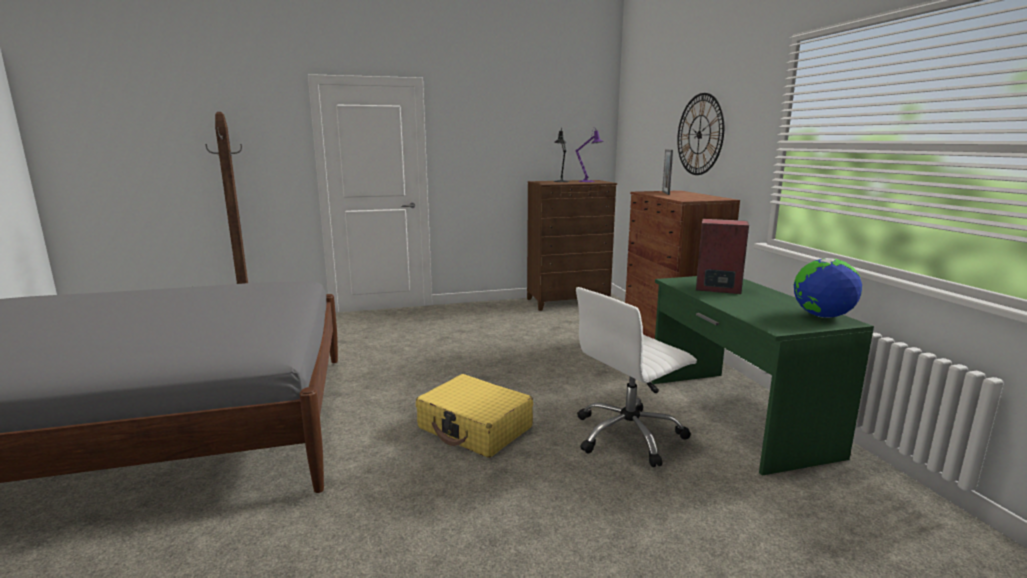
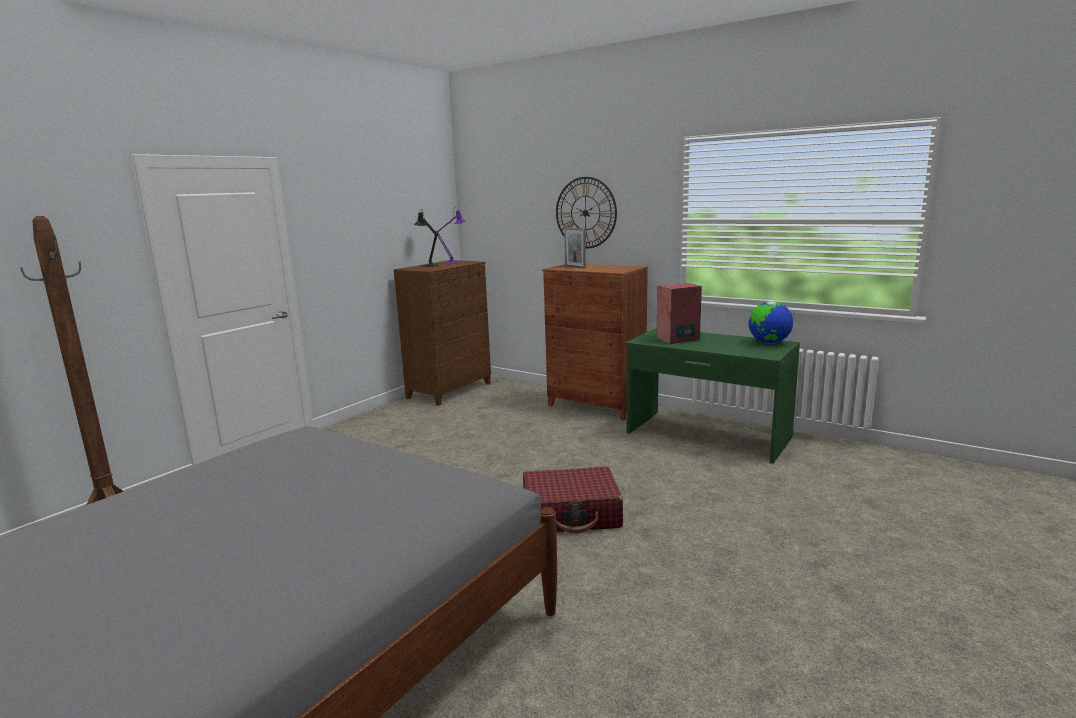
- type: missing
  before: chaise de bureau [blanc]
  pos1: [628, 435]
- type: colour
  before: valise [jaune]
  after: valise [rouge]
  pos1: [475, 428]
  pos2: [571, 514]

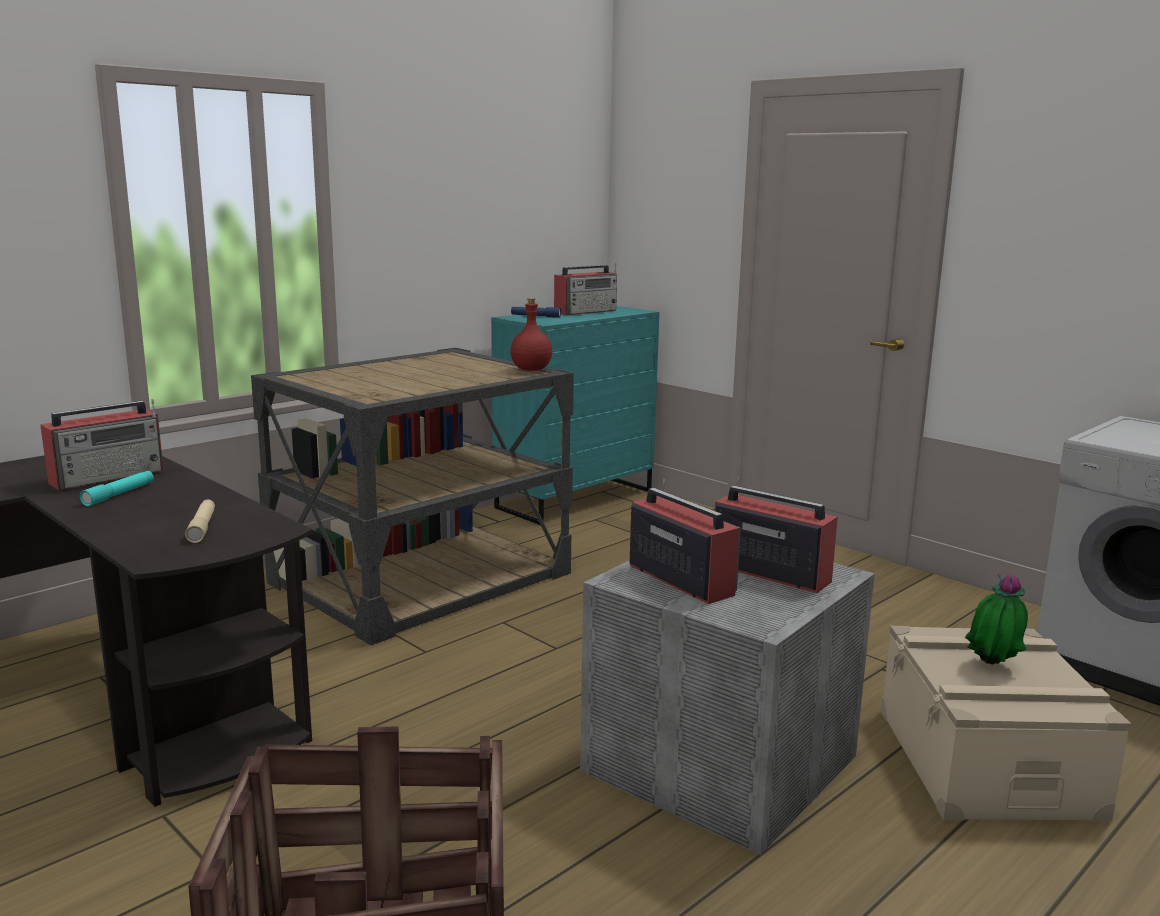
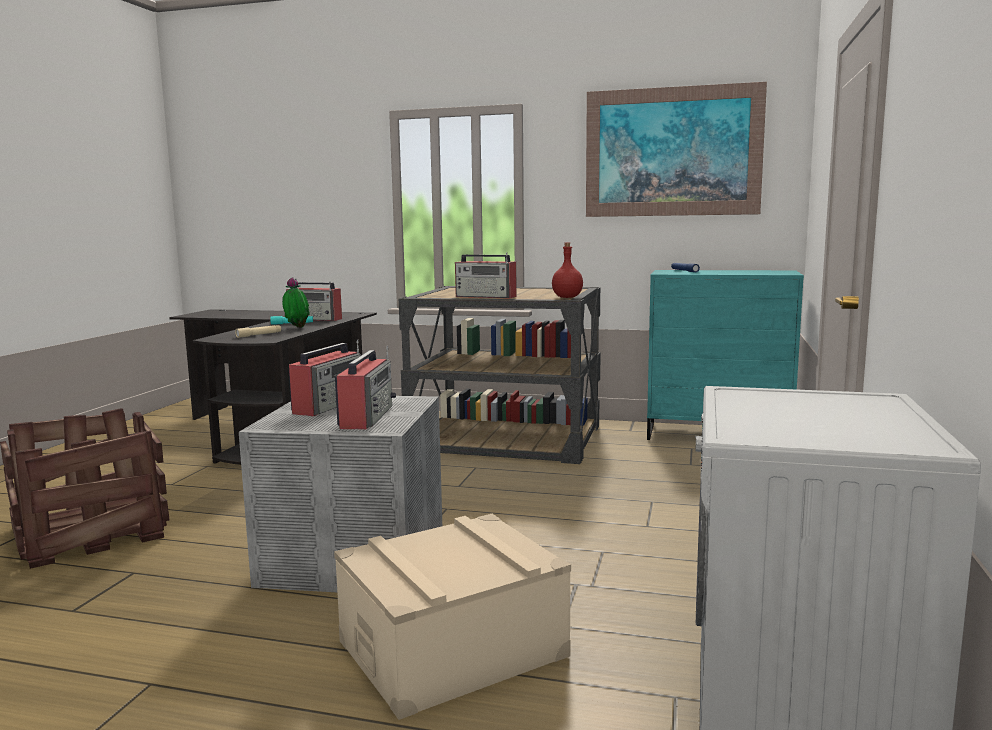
- type: appeared
  after: tableau
  pos2: [672, 152]
- type: relocated
  before: radio
  pos1: [586, 312]
  pos2: [486, 297]
- type: relocated
  before: plante en pot
  pos1: [992, 666]
  pos2: [296, 328]

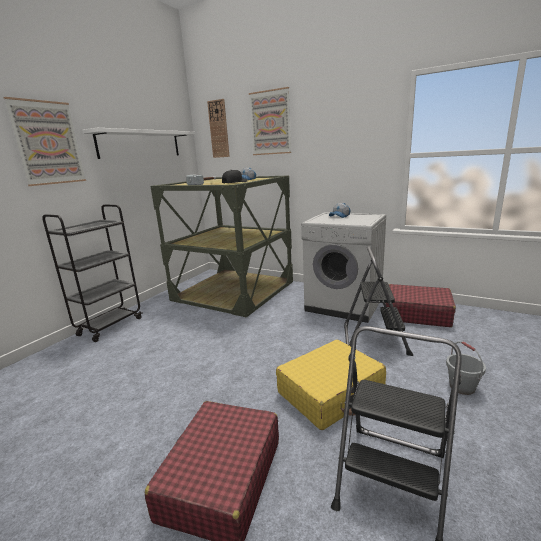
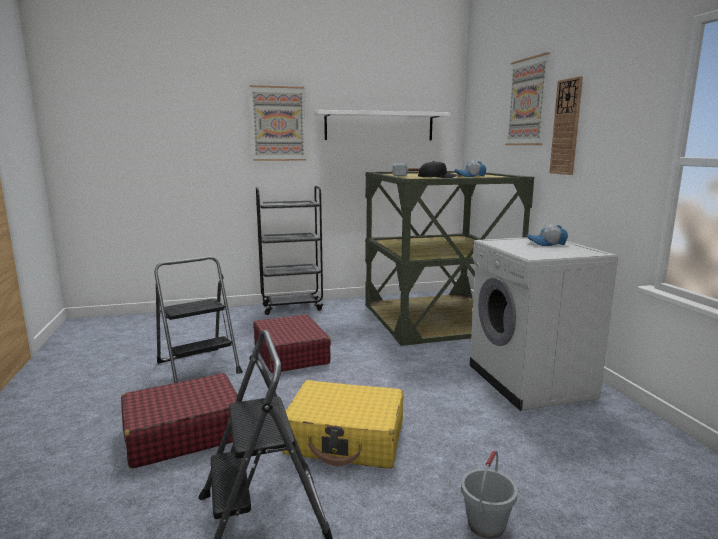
- type: relocated
  before: horloge murale
  pos1: [219, 129]
  pos2: [566, 127]
- type: relocated
  before: escabeau [noir]
  pos1: [372, 338]
  pos2: [198, 366]
- type: relocated
  before: valise [rouge]
  pos1: [416, 314]
  pos2: [291, 354]

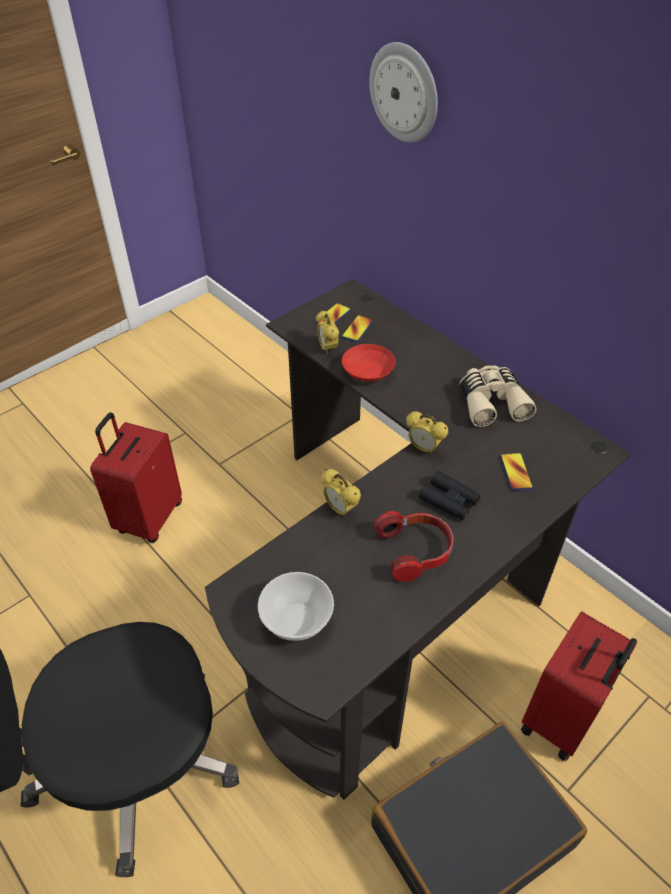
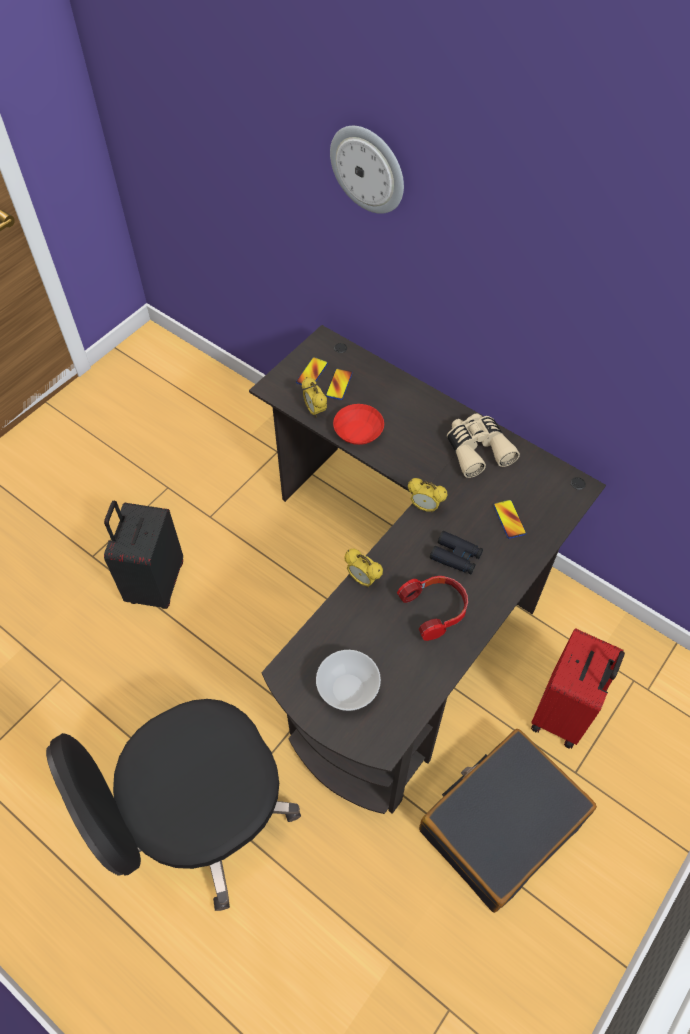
- type: colour
  before: valise [rouge]
  after: valise [noir]
  pos1: [148, 517]
  pos2: [155, 583]

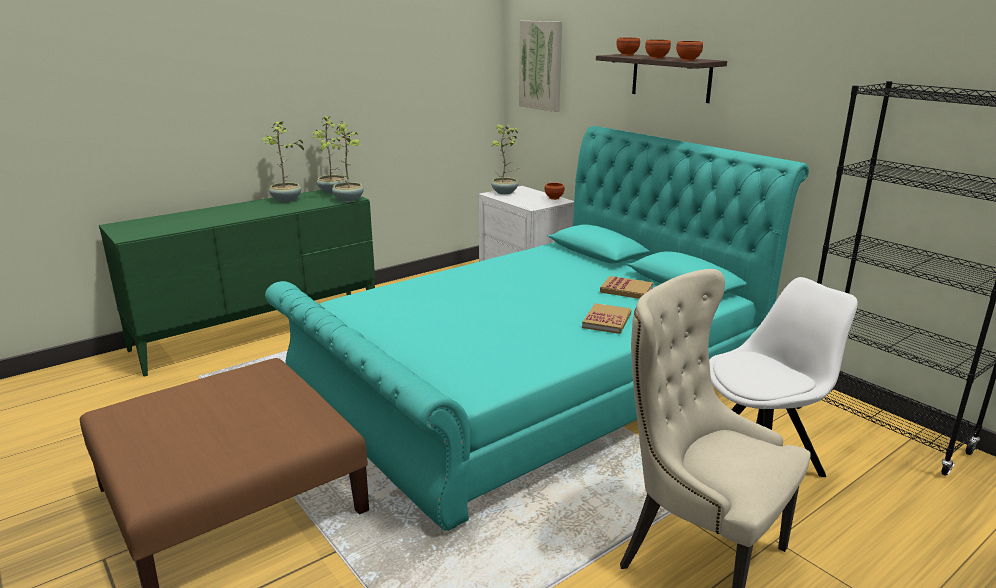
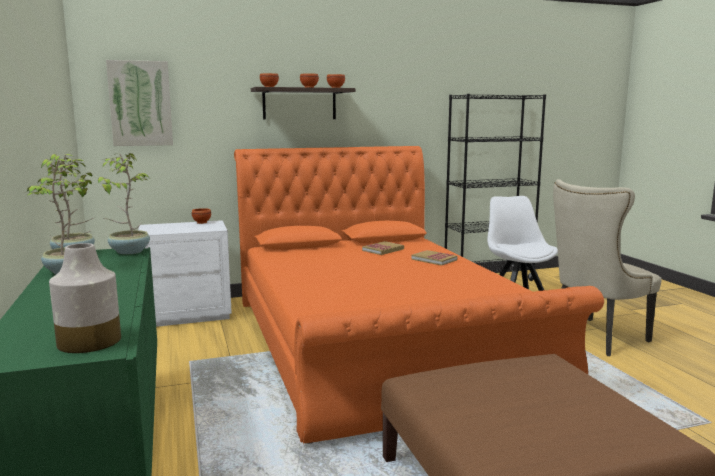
- type: missing
  before: plante en pot
  pos1: [505, 192]
- type: appeared
  after: vase [beige]
  pos2: [89, 341]
- type: colour
  before: lit [turquoise]
  after: lit [orange]
  pos1: [533, 380]
  pos2: [377, 341]

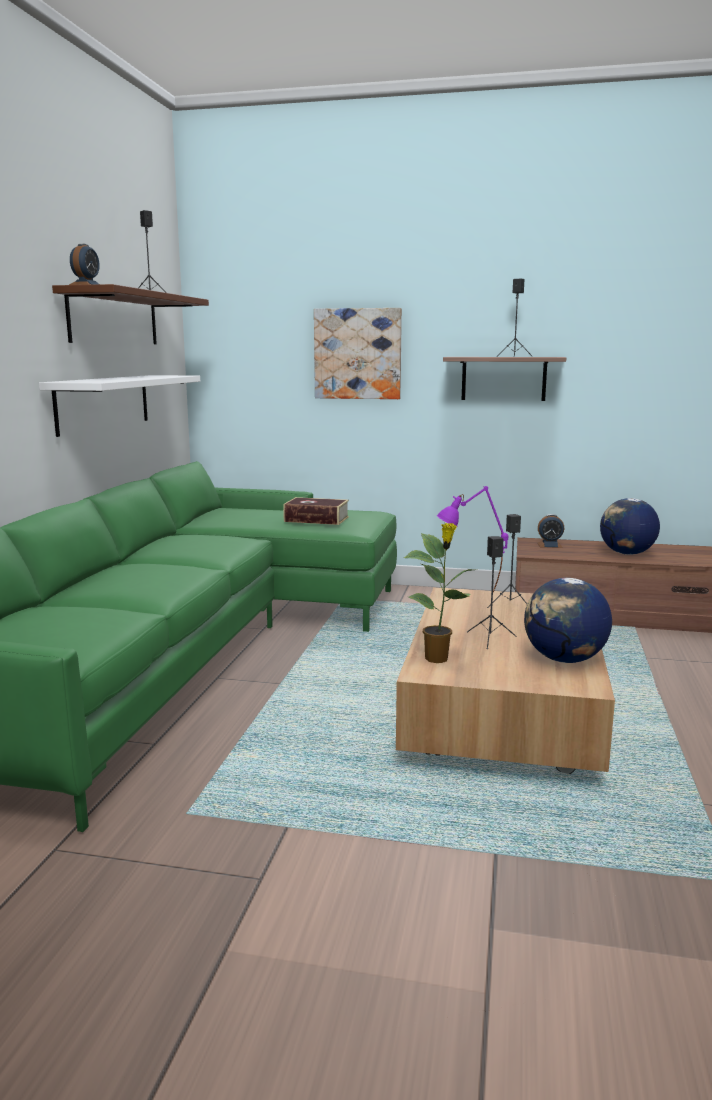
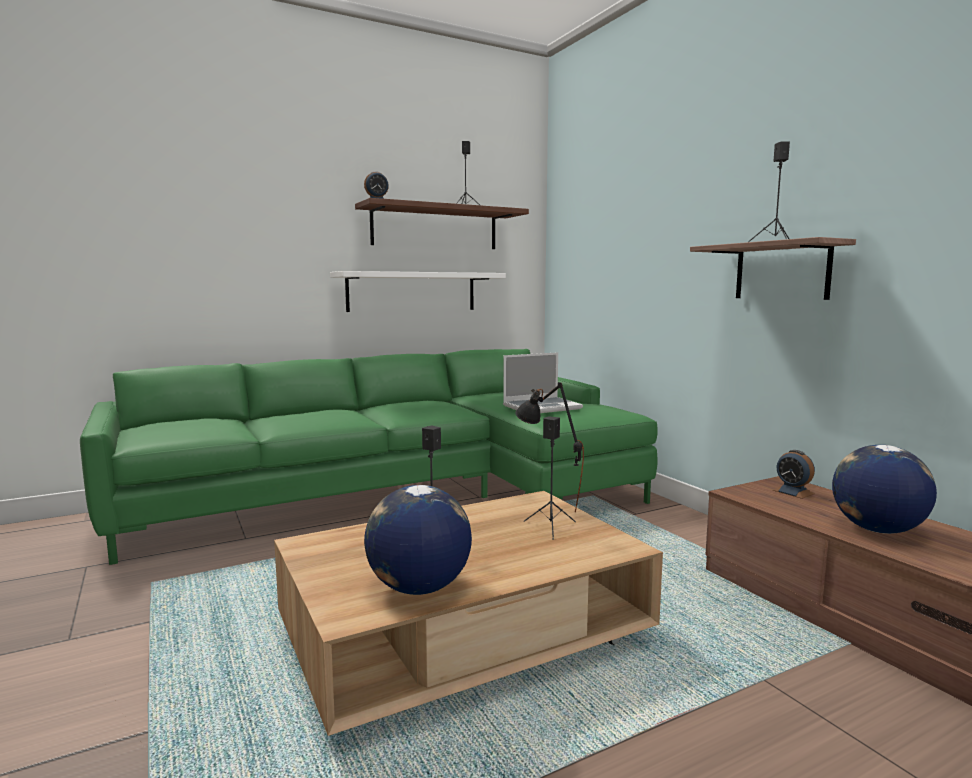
- type: missing
  before: tableau
  pos1: [358, 354]
- type: missing
  before: plante en pot
  pos1: [438, 659]
- type: exchanged
  before: livre
  after: ordinateur portable
  pos1: [316, 519]
  pos2: [542, 407]
- type: colour
  before: lampe de table [violet]
  after: lampe de table [noir]
  pos1: [470, 595]
  pos2: [547, 507]

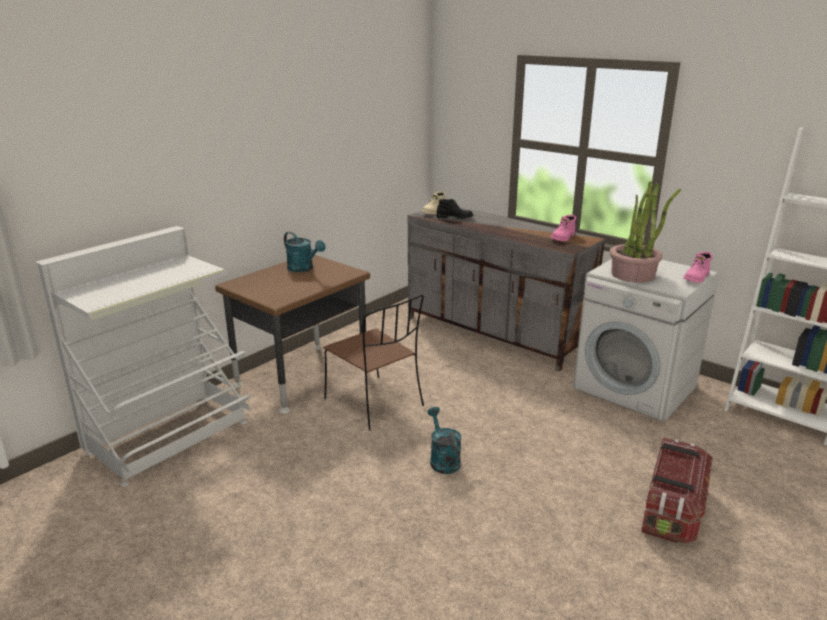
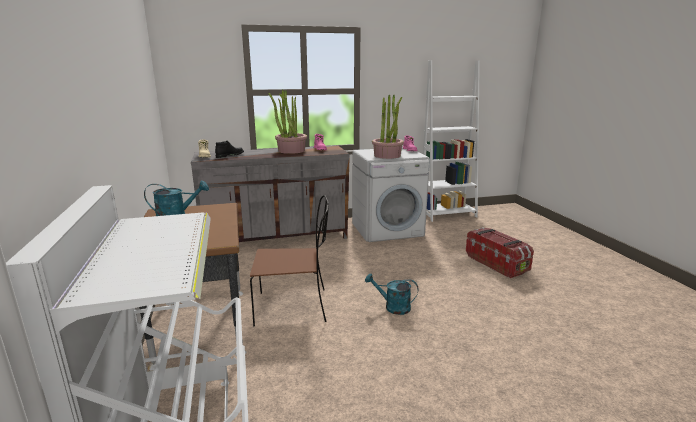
- type: appeared
  after: plante en pot
  pos2: [291, 151]

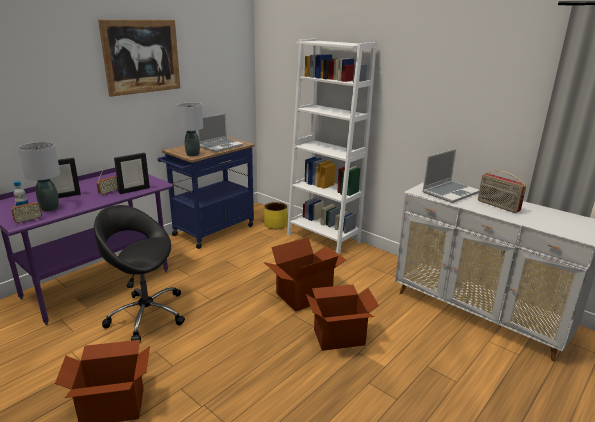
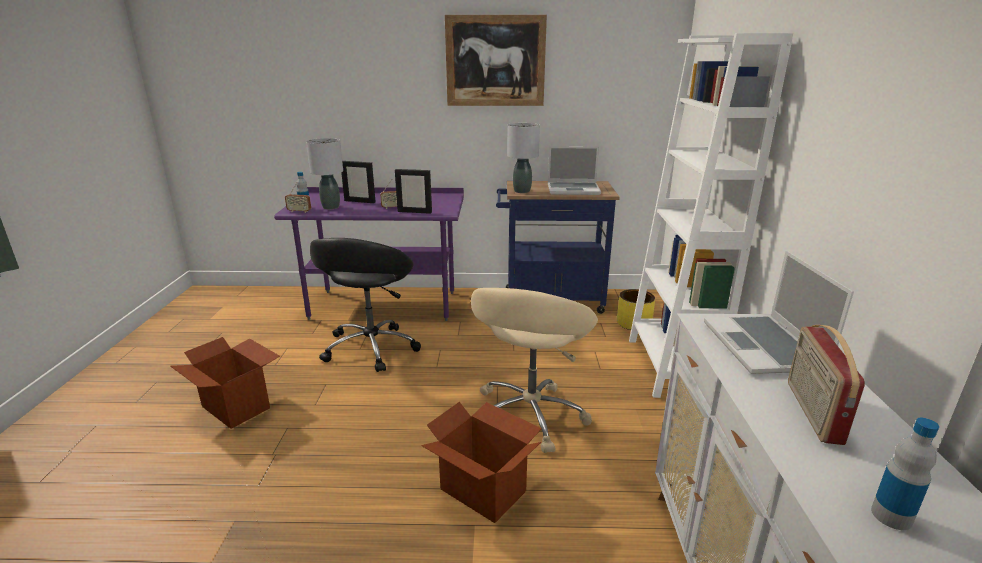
- type: appeared
  after: bouteille
  pos2: [891, 516]
- type: exchanged
  before: carton
  after: chaise de bureau [beige]
  pos1: [303, 295]
  pos2: [528, 417]
- type: spun
  before: chaise de bureau [noir]
  pos1: [146, 315]
  pos2: [370, 349]
  turn: -135
- type: spun
  before: ordinateur portable
  pos1: [450, 192]
  pos2: [765, 347]
  turn: 75

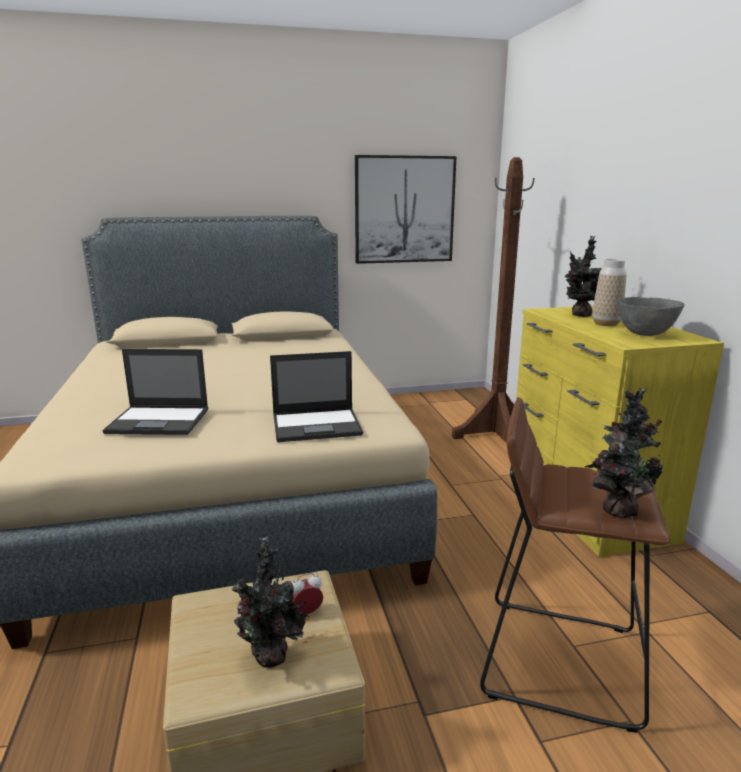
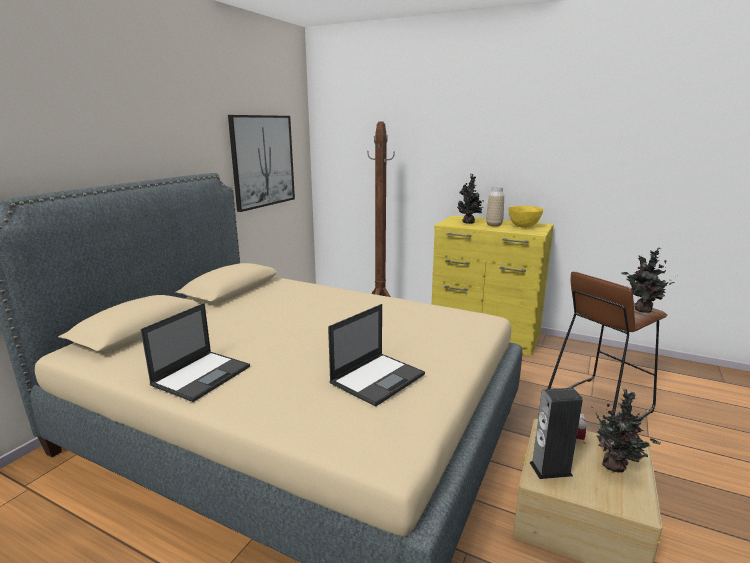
- type: appeared
  after: enceinte
  pos2: [550, 469]
- type: relocated
  before: ordinateur portable
  pos1: [317, 425]
  pos2: [202, 375]
- type: colour
  before: bol [gris]
  after: bol [jaune]
  pos1: [644, 334]
  pos2: [523, 226]

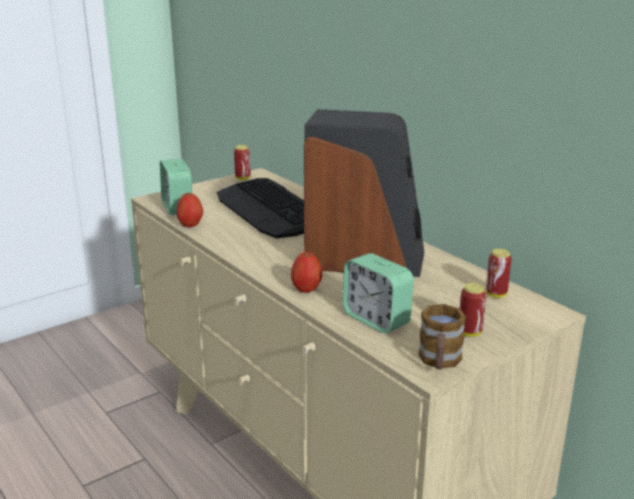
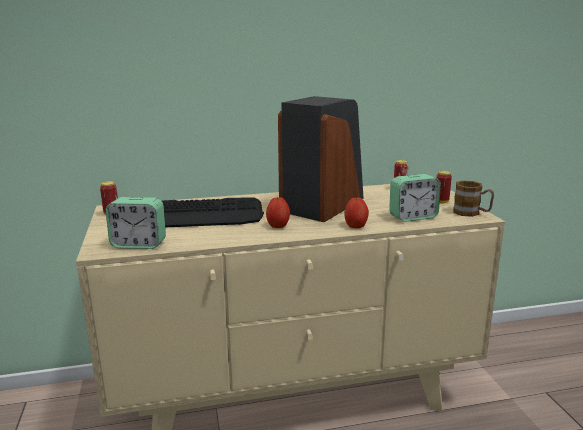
- type: relocated
  before: pomme
  pos1: [190, 224]
  pos2: [278, 226]

